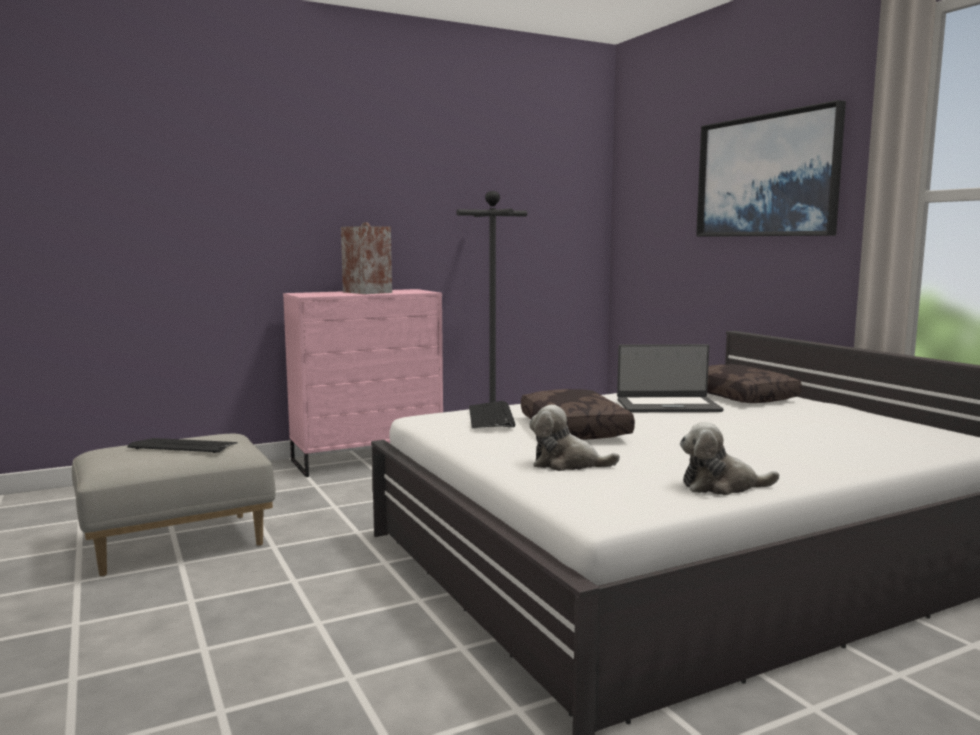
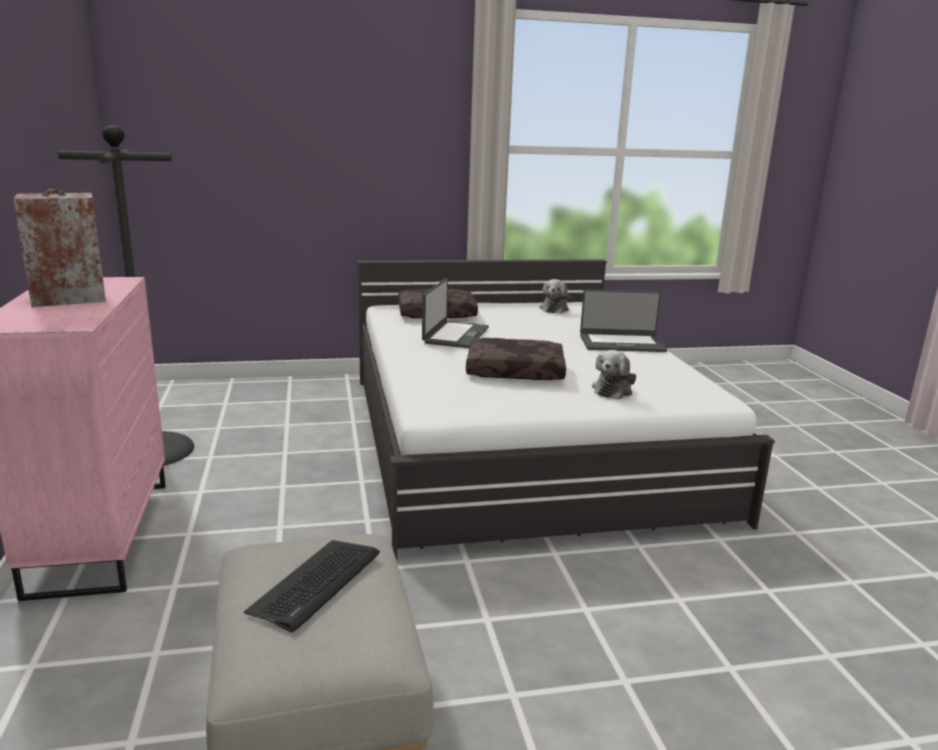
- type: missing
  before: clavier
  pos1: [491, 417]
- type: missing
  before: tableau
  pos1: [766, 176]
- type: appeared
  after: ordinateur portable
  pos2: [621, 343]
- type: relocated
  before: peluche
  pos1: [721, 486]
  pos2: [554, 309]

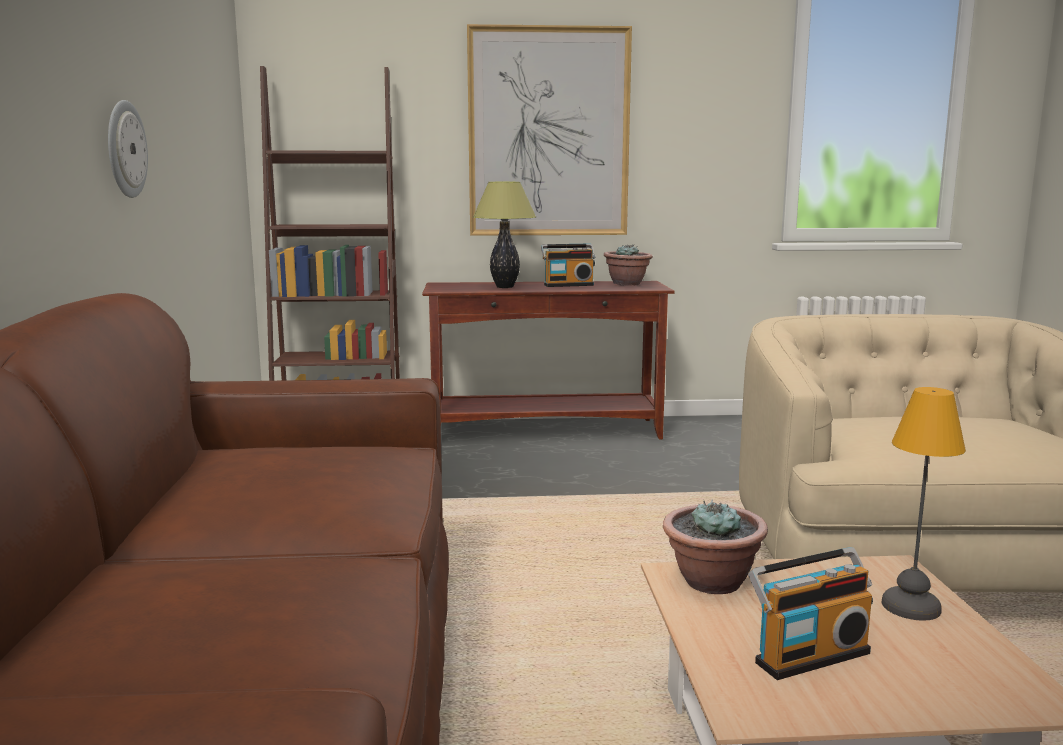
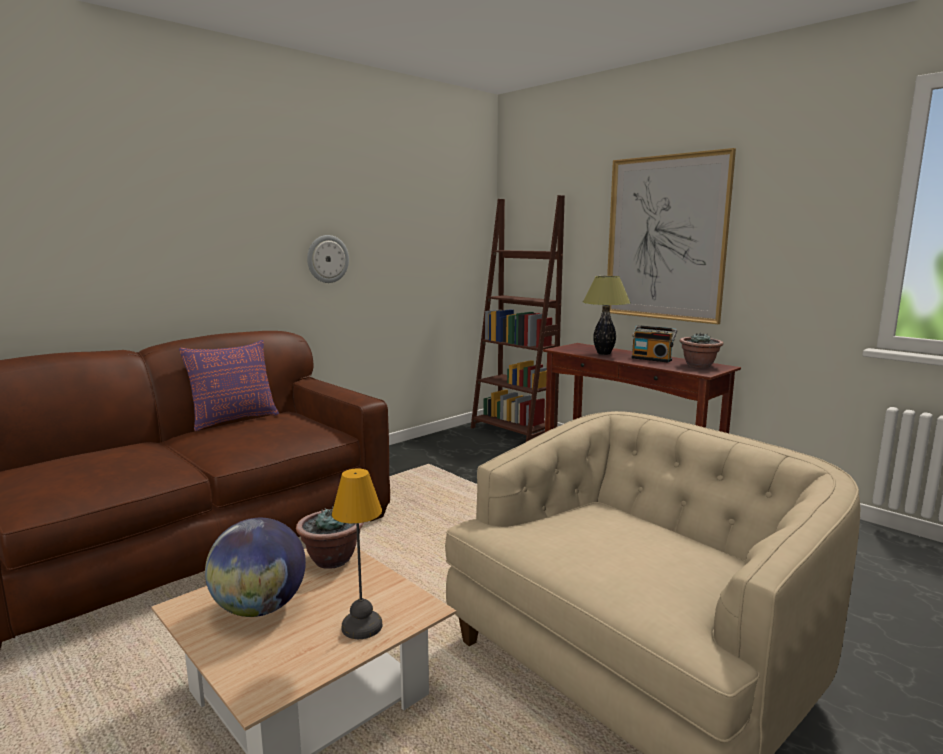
- type: appeared
  after: coussin [violet]
  pos2: [234, 420]
- type: exchanged
  before: radio
  after: globe
  pos1: [808, 655]
  pos2: [260, 608]

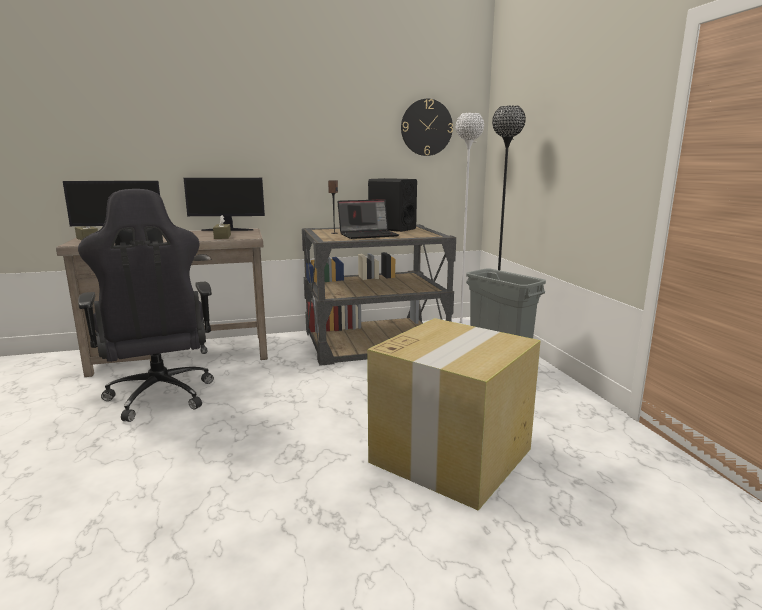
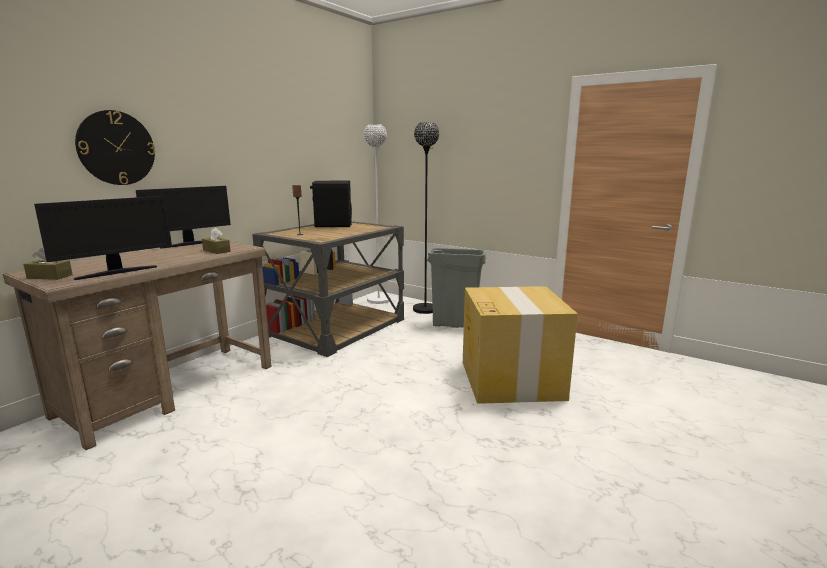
- type: missing
  before: chaise de bureau [noir]
  pos1: [160, 394]
- type: missing
  before: ordinateur portable
  pos1: [368, 235]
- type: relocated
  before: horloge murale
  pos1: [426, 127]
  pos2: [116, 148]

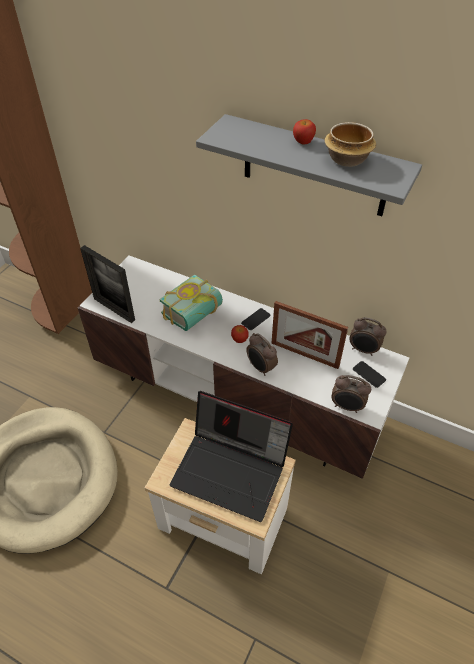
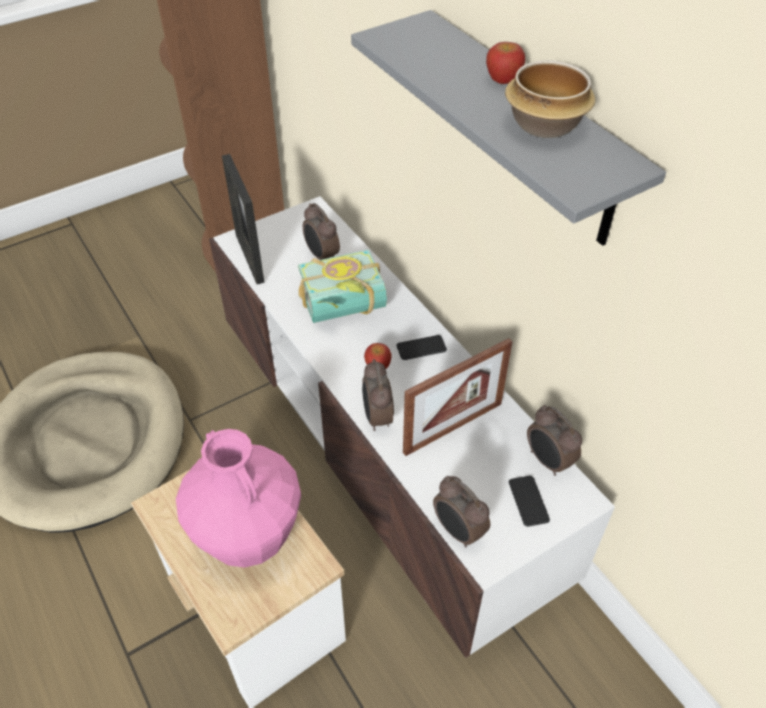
- type: appeared
  after: réveil
  pos2: [321, 256]
- type: exchanged
  before: ordinateur portable
  after: vase [rose]
  pos1: [232, 470]
  pos2: [249, 538]
- type: spun
  before: cadre photo
  pos1: [304, 355]
  pos2: [453, 428]
  turn: -90

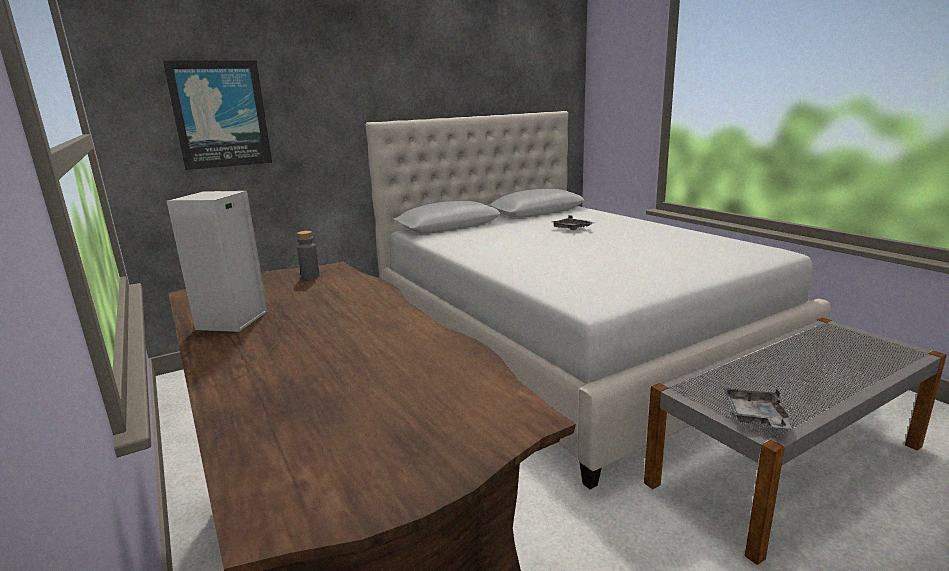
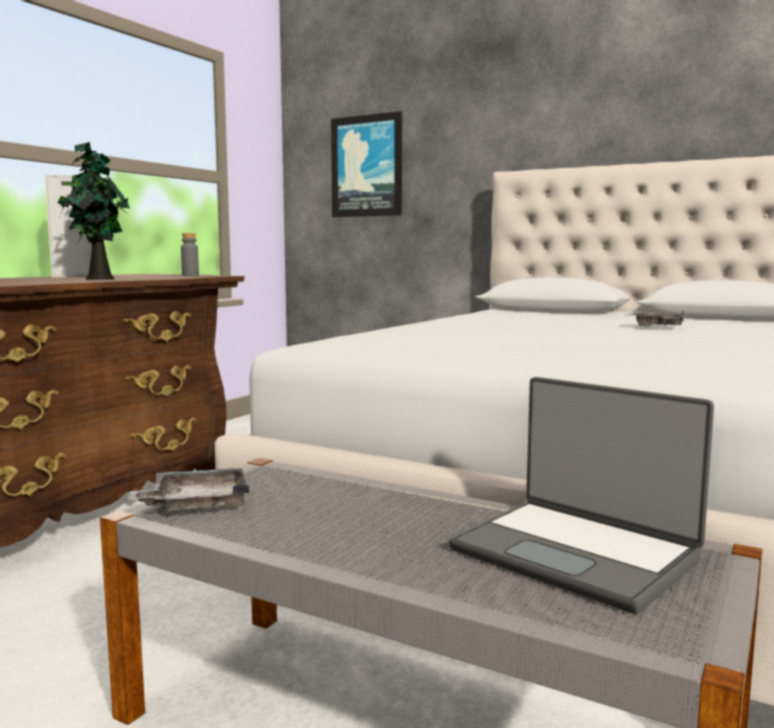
- type: appeared
  after: plante en pot
  pos2: [98, 279]
- type: appeared
  after: ordinateur portable
  pos2: [576, 554]

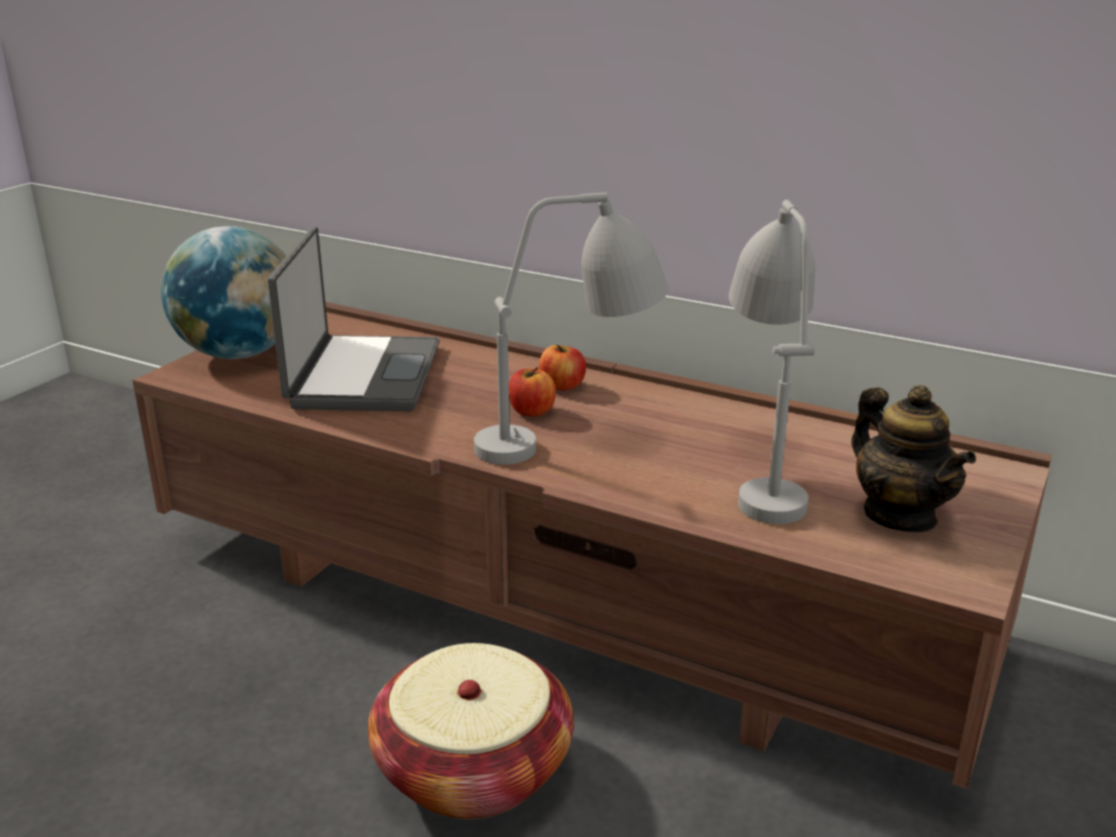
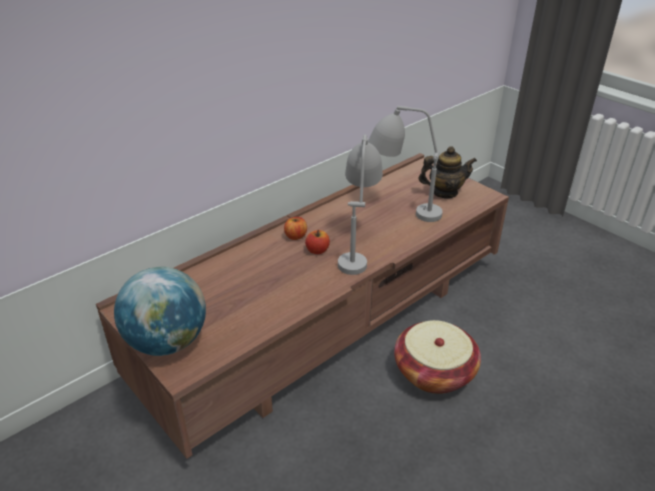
- type: missing
  before: ordinateur portable
  pos1: [362, 376]

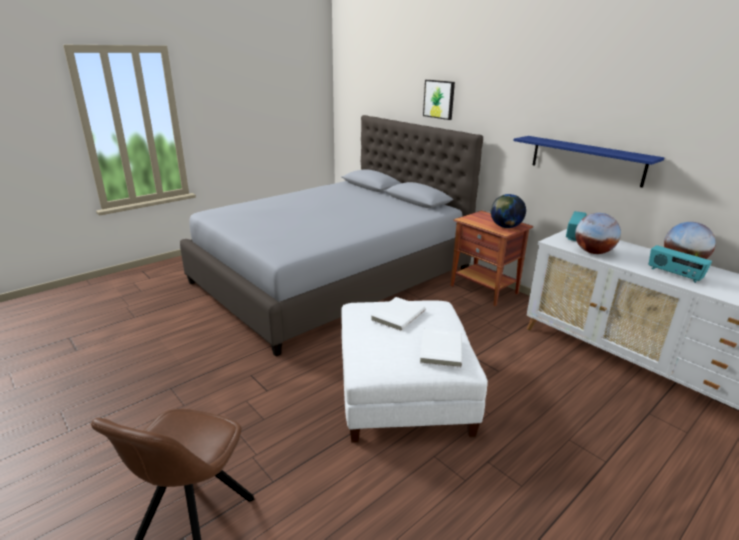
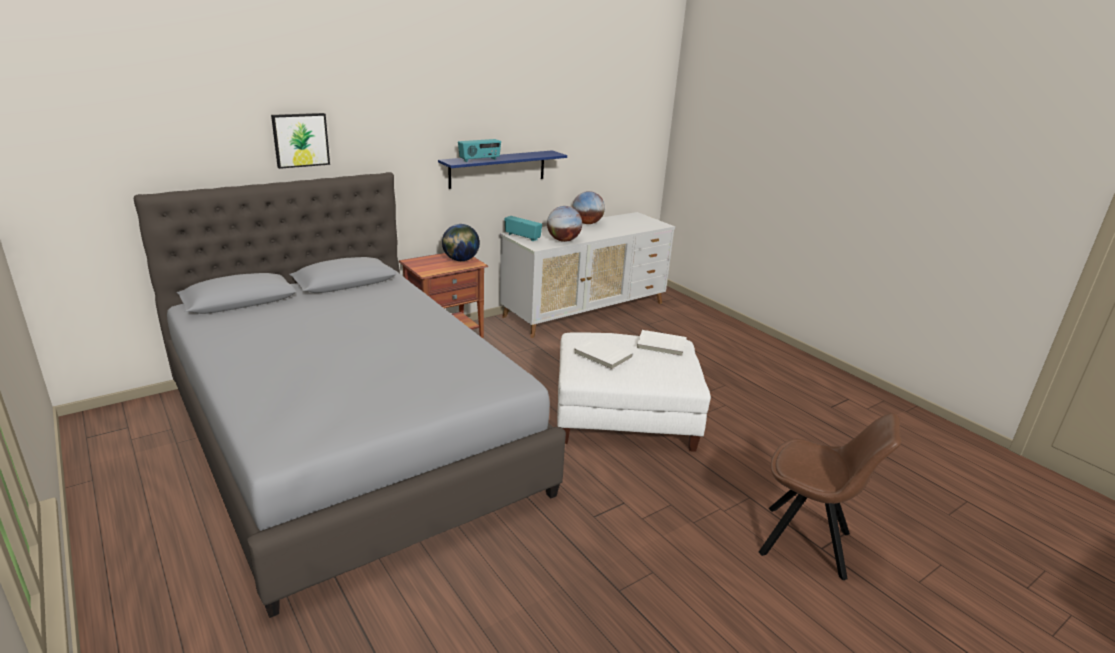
- type: relocated
  before: radio
  pos1: [674, 274]
  pos2: [479, 160]

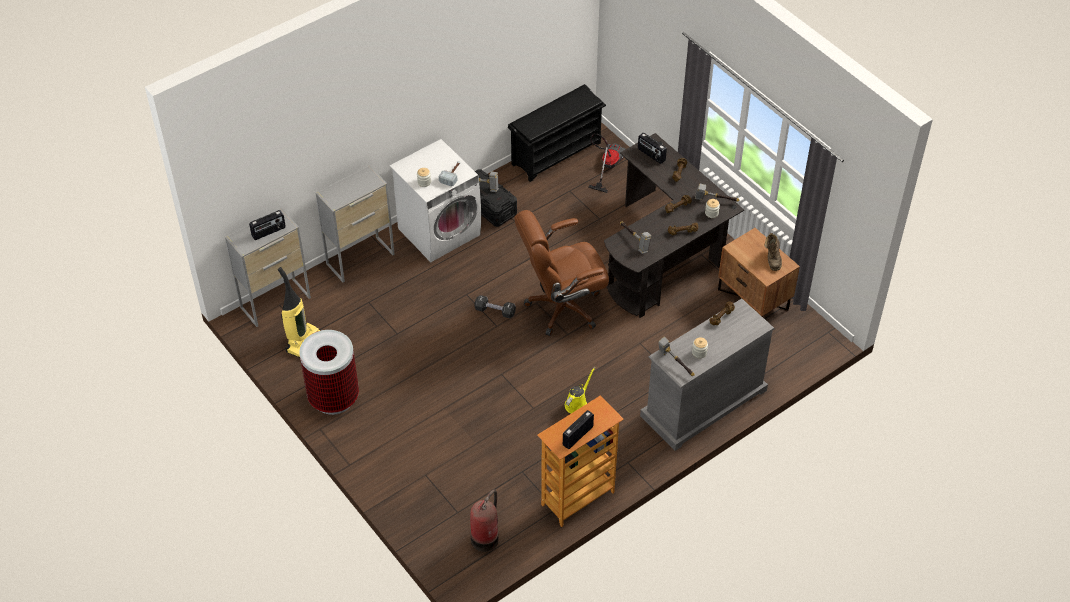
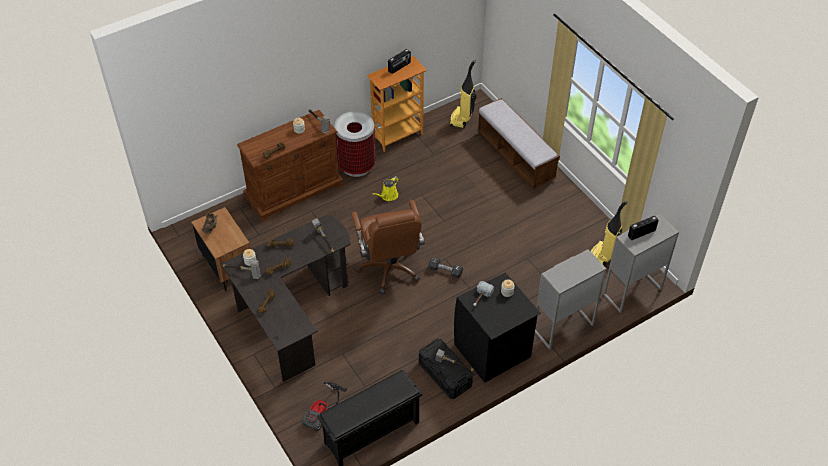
- type: missing
  before: radio
  pos1: [651, 155]
- type: appeared
  after: banc
  pos2: [515, 156]
- type: relocated
  before: poubelle
  pos1: [334, 398]
  pos2: [356, 165]
- type: exchanged
  before: extincteur
  after: aspirateur
  pos1: [486, 537]
  pos2: [461, 119]
- type: colour
  before: lave-linge [blanc]
  after: lave-linge [noir]
  pos1: [439, 230]
  pos2: [492, 351]
- type: colour
  before: commode [gris]
  after: commode [marron]
  pos1: [703, 404]
  pos2: [294, 189]
- type: spun
  before: chaise de bureau [marron]
  pos1: [562, 308]
  pos2: [389, 270]
  turn: 90

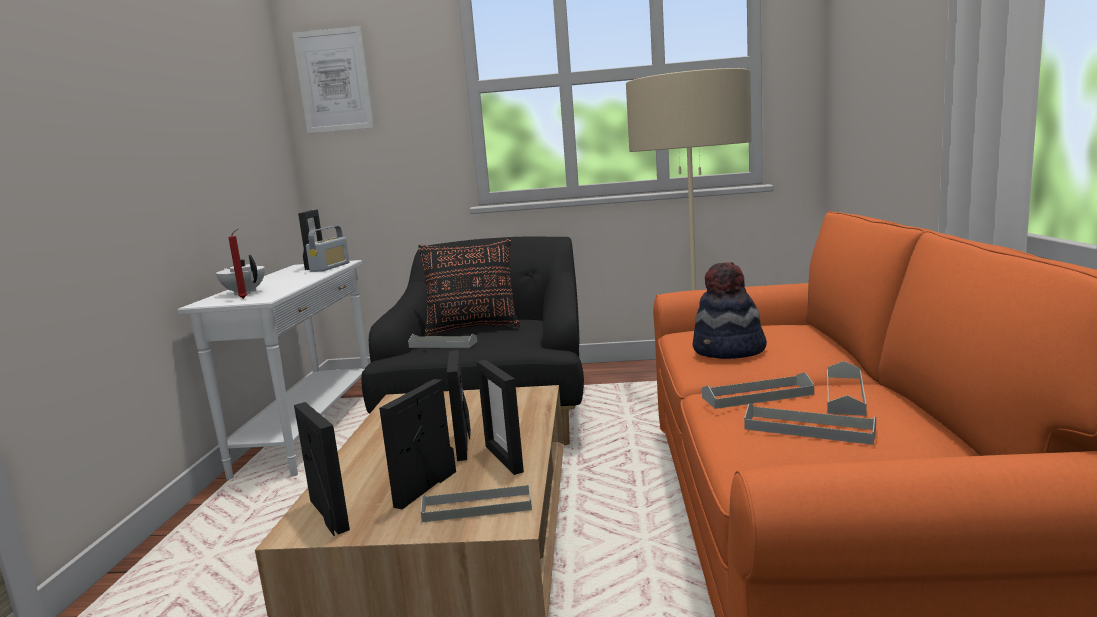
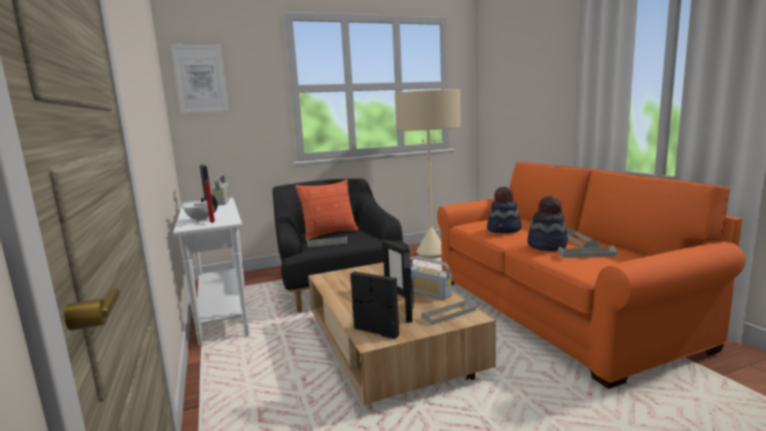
- type: exchanged
  before: cadre photo
  after: radio
  pos1: [505, 458]
  pos2: [429, 293]
- type: exchanged
  before: plateau [gris]
  after: chapeau
  pos1: [757, 396]
  pos2: [547, 245]
- type: colour
  before: coussin [noir]
  after: coussin [orange]
  pos1: [473, 328]
  pos2: [329, 234]

